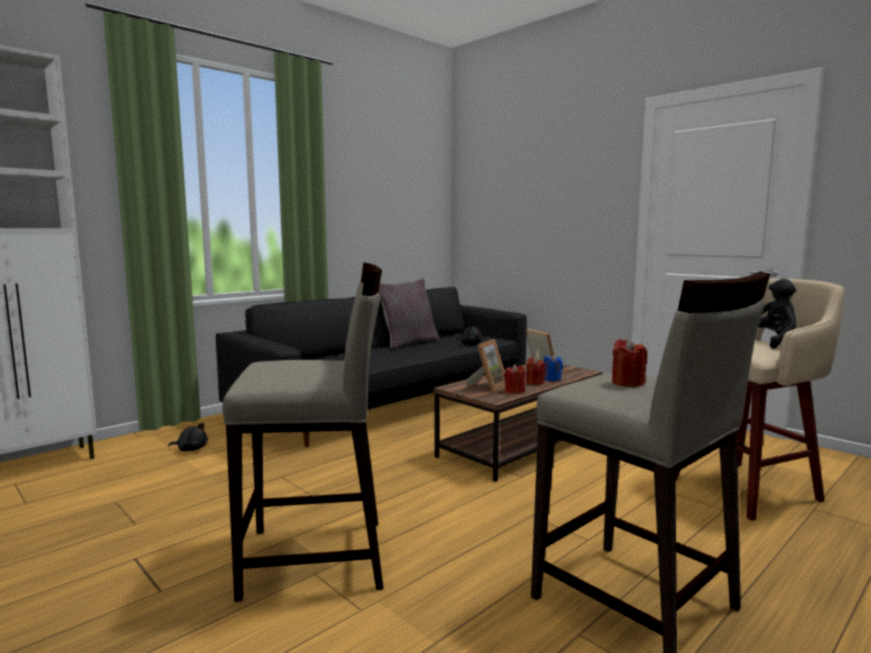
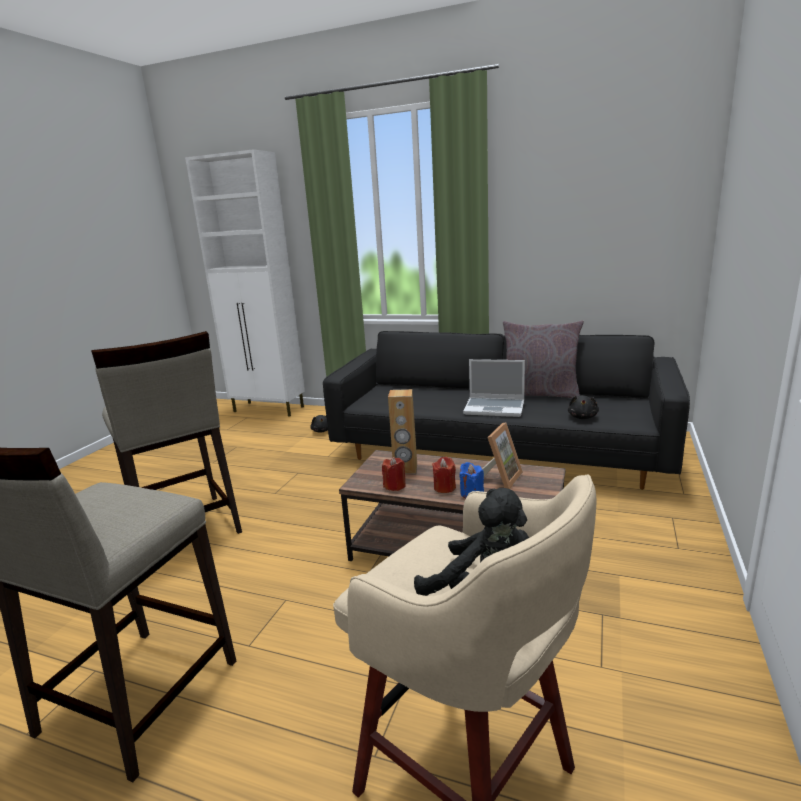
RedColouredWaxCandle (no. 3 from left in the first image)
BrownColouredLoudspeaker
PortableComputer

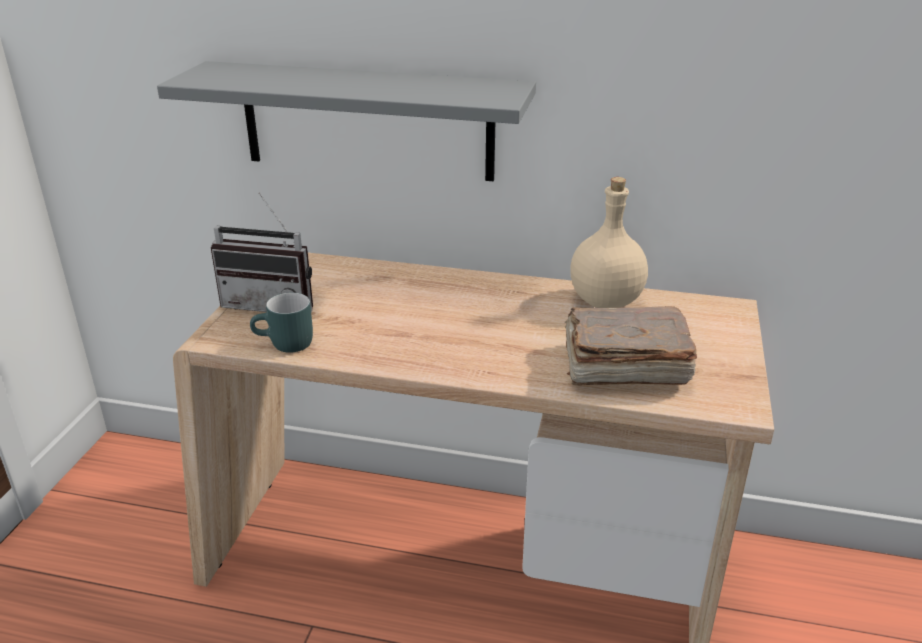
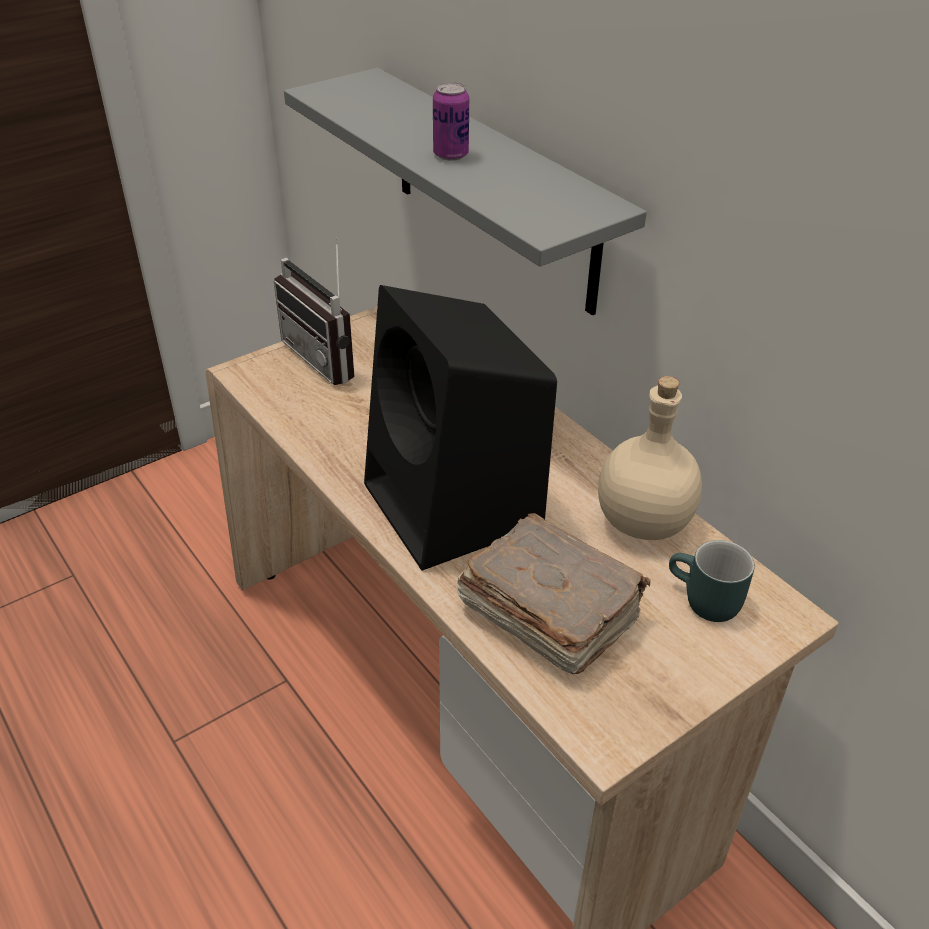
BlueGreenMug
Can
BlackishLoudspeaker

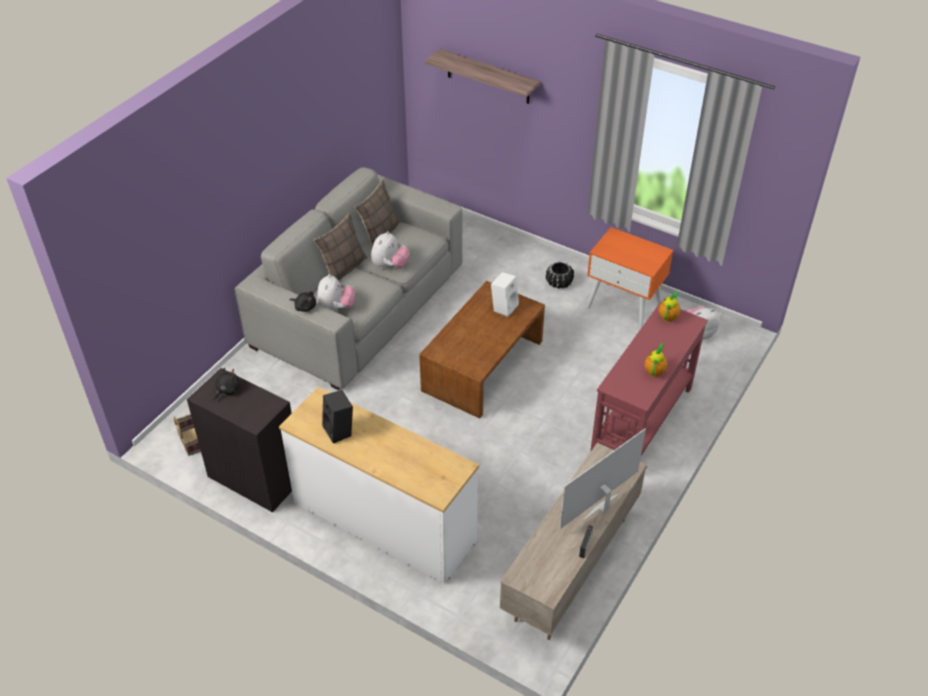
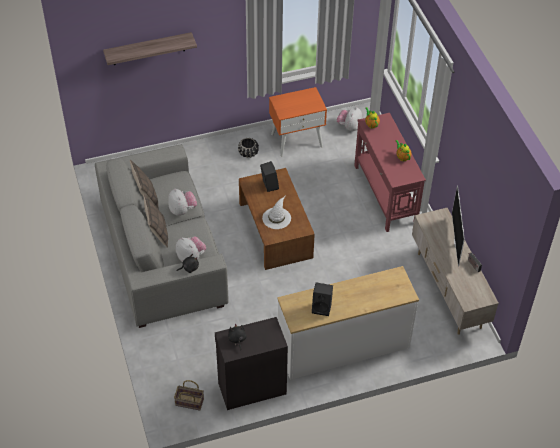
BlackishLoudspeaker (no. 1 from left)
WhiteColouredWearableHat

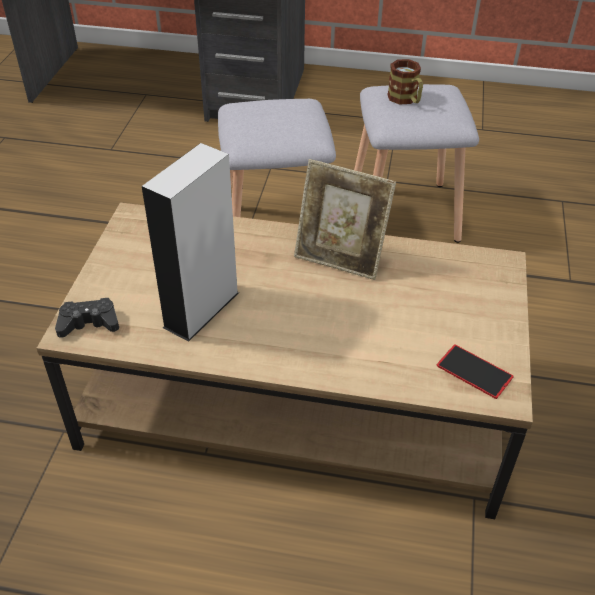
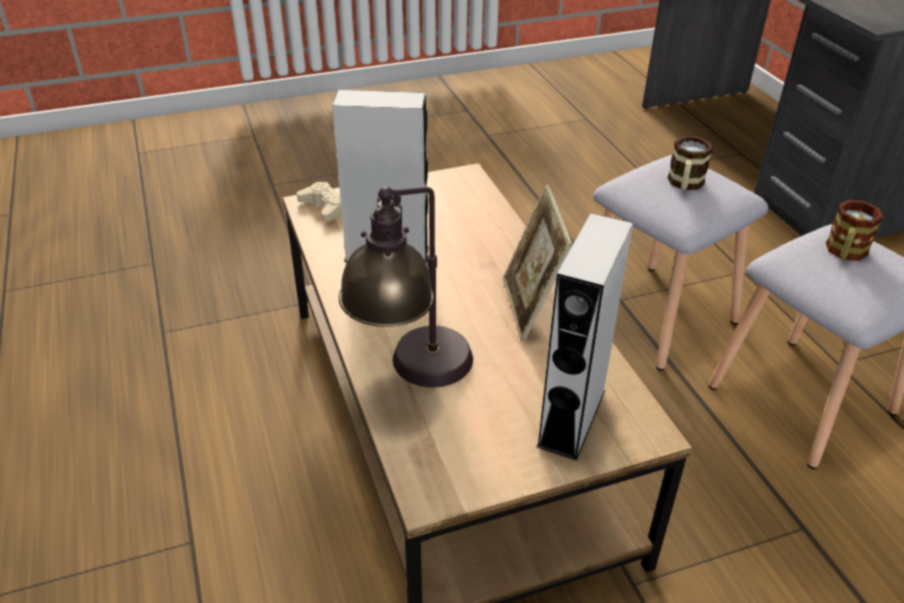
BeigeColouredGameController
Phone
Mug (no. 1 from left)
TableLamp
GreyishLoudspeaker (no. 2 from left)

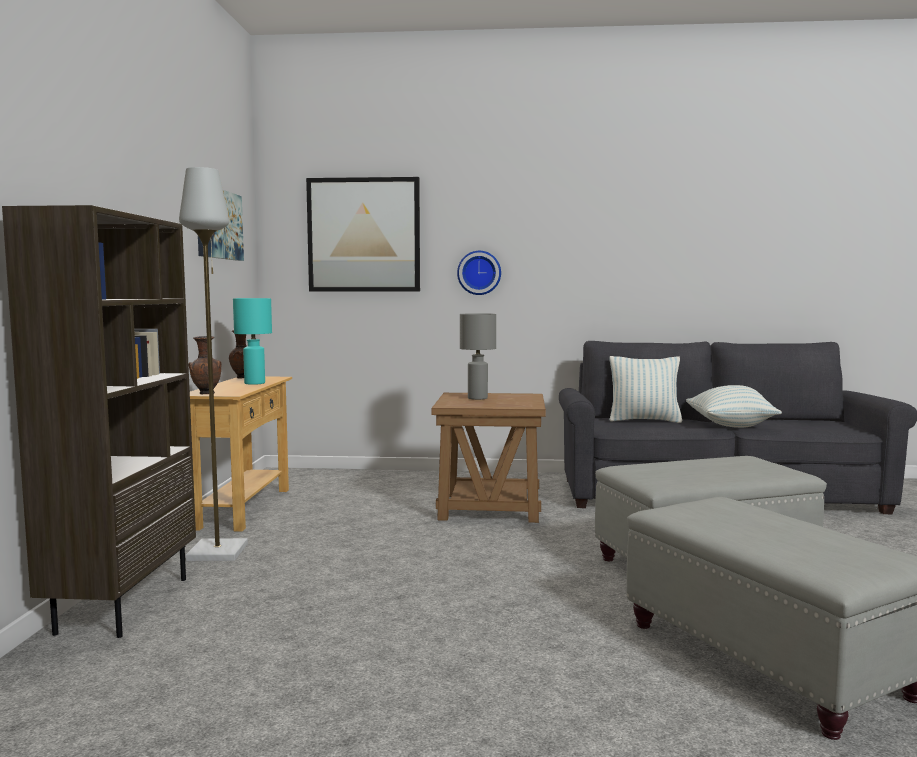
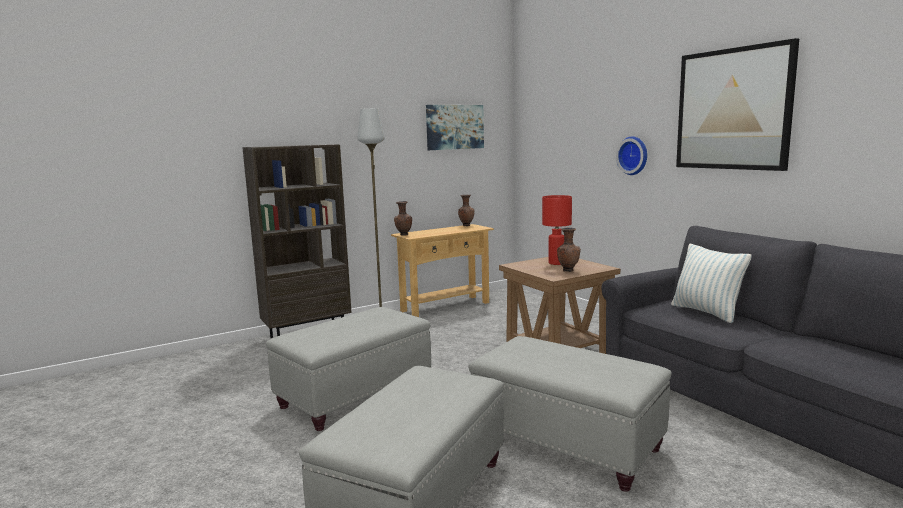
Picture (no. 2 from left)
BlueGreenTableLamp
RedColouredTableLamp
ThrowPillow (no. 2 from left in the first image)
BrownColouredFlowerVase (no. 3 from left)
GreyishPouffe (no. 1 from left)

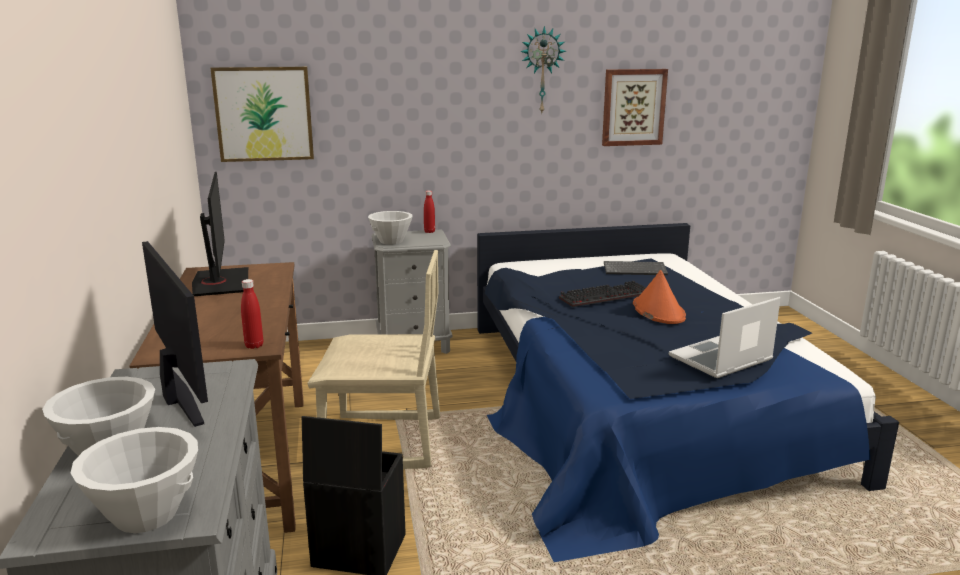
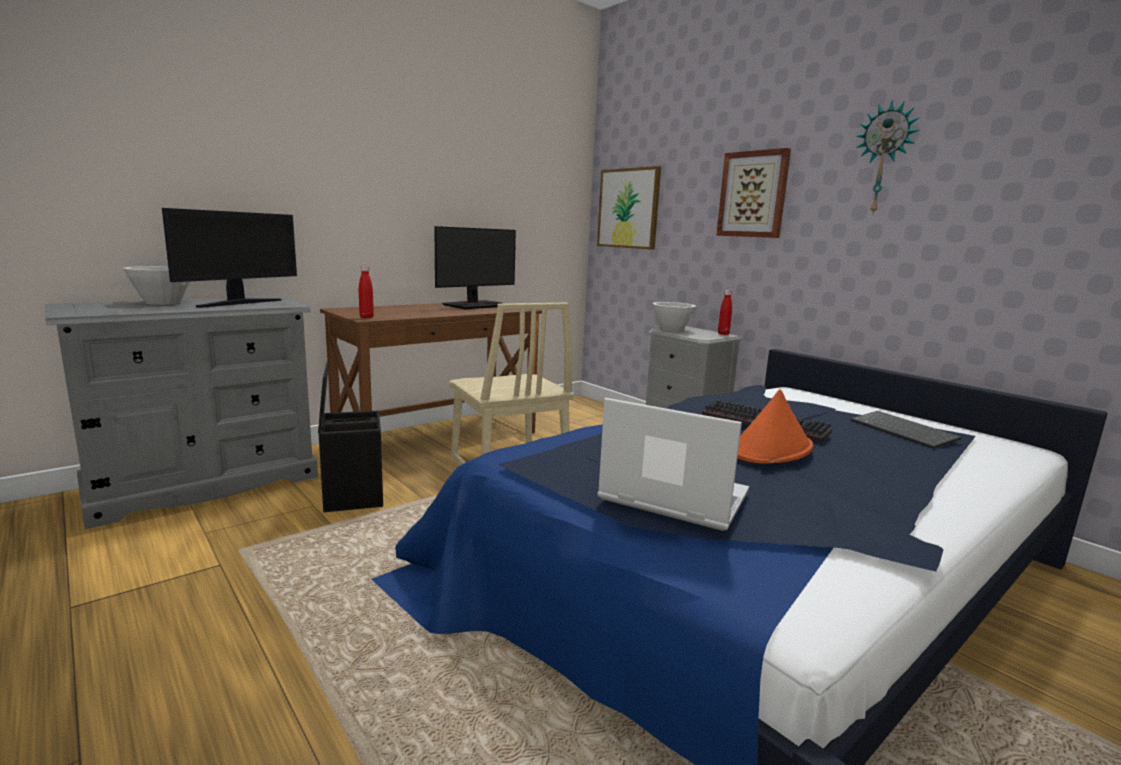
Picture (no. 2 from left)
WhiteColouredBowl (no. 2 from left in the first image)

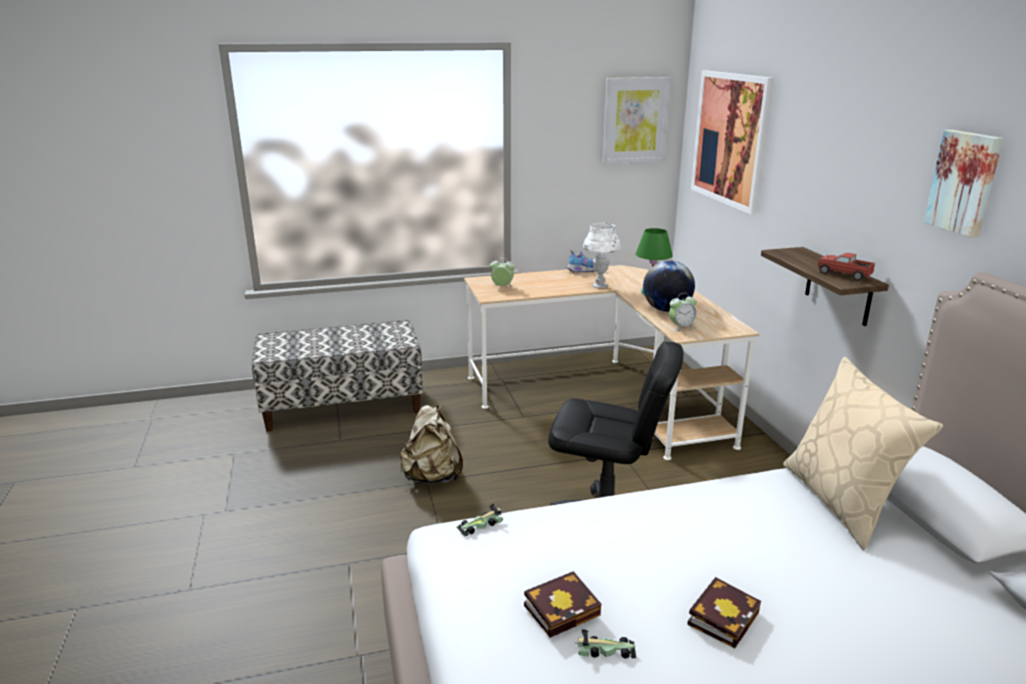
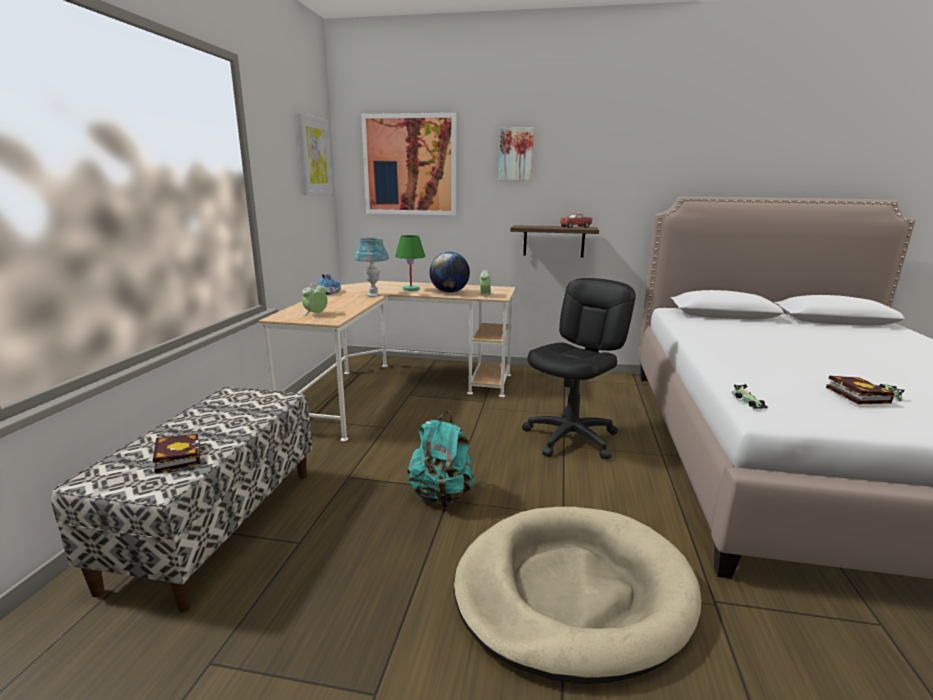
Picture (no. 3 from left)
BlueColouredTableLamp
BeigeColouredThrowPillow
BlueGreenKnapsack
Book (no. 1 from left)
BeigeColouredDogBed

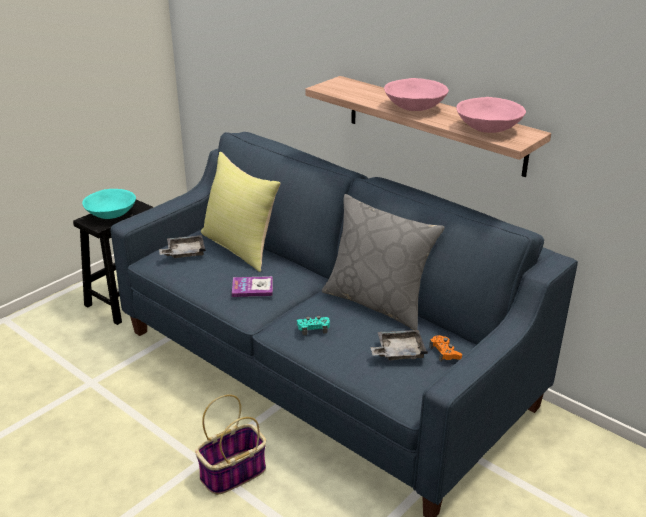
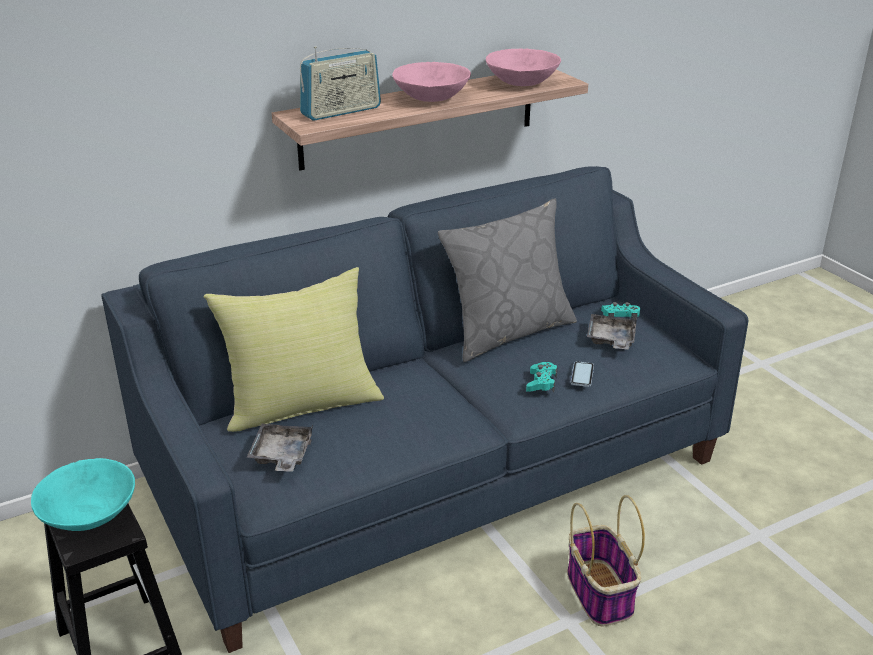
Book
BlueGreenGameController (no. 2 from left)
RadioSet
Phone

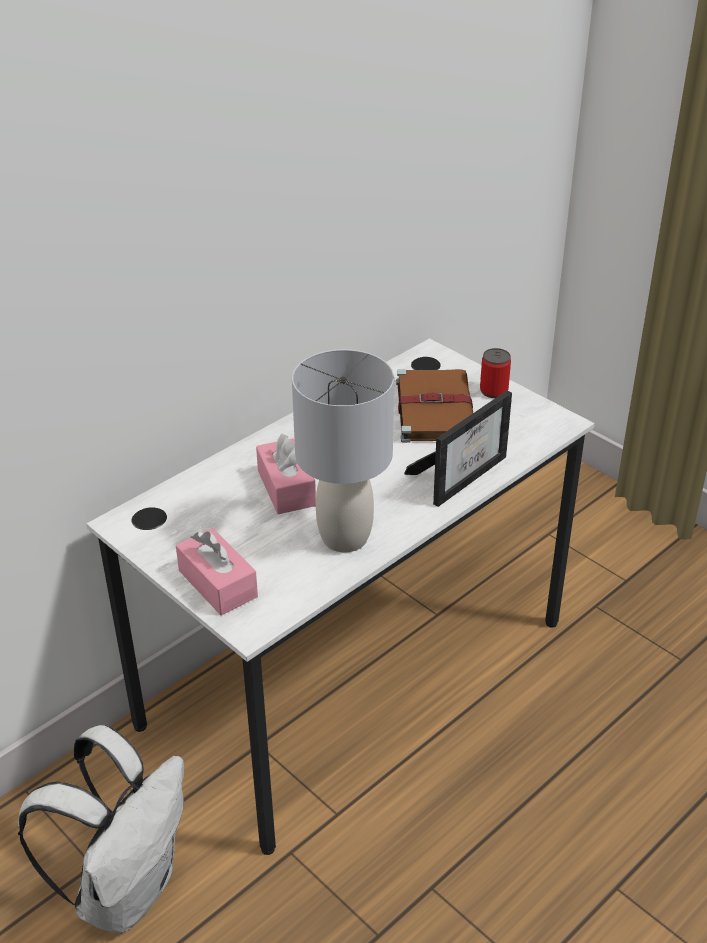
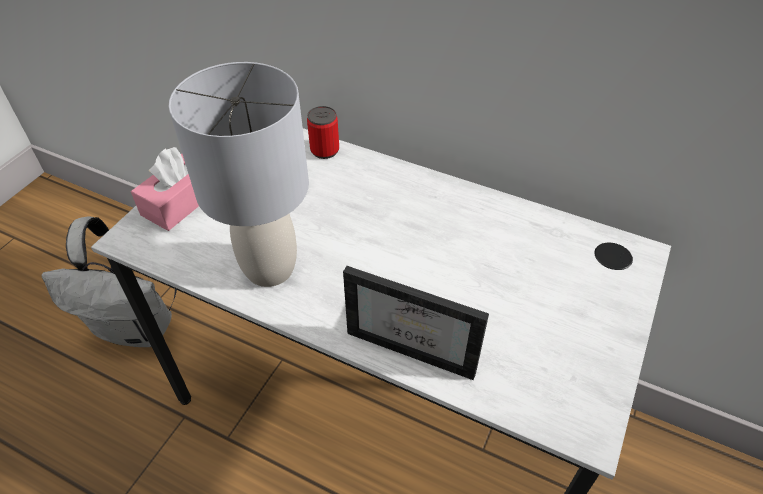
Can
BrownColouredBook
PinkishTissueBox (no. 2 from left in the first image)

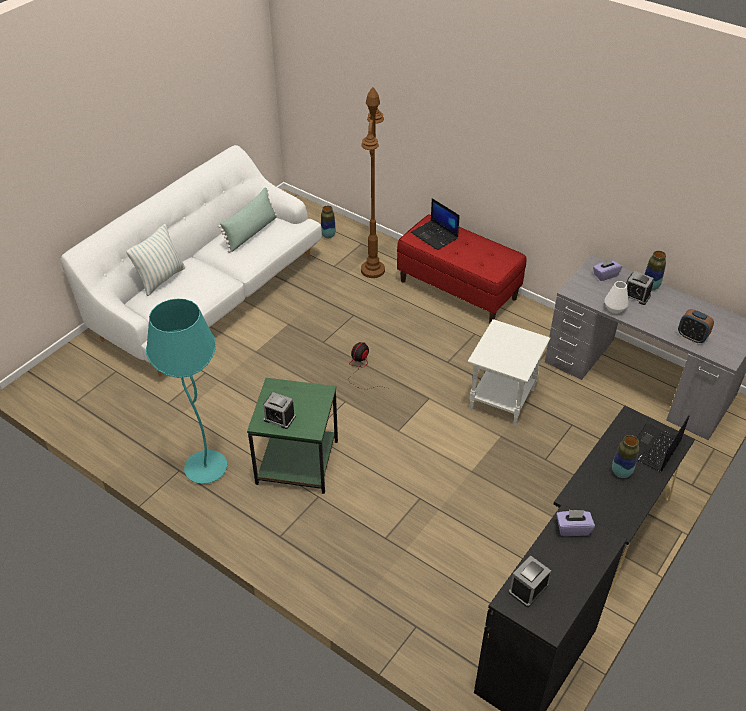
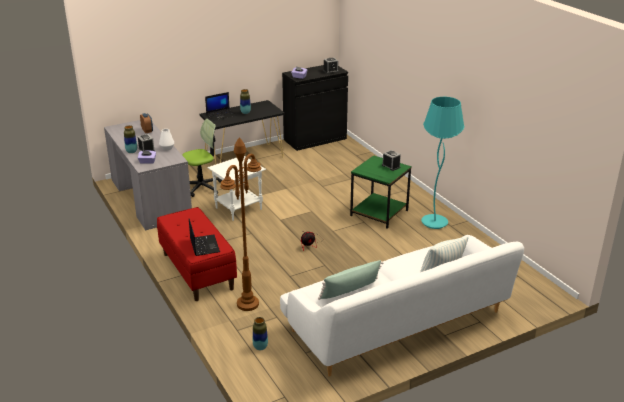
DeskChair

